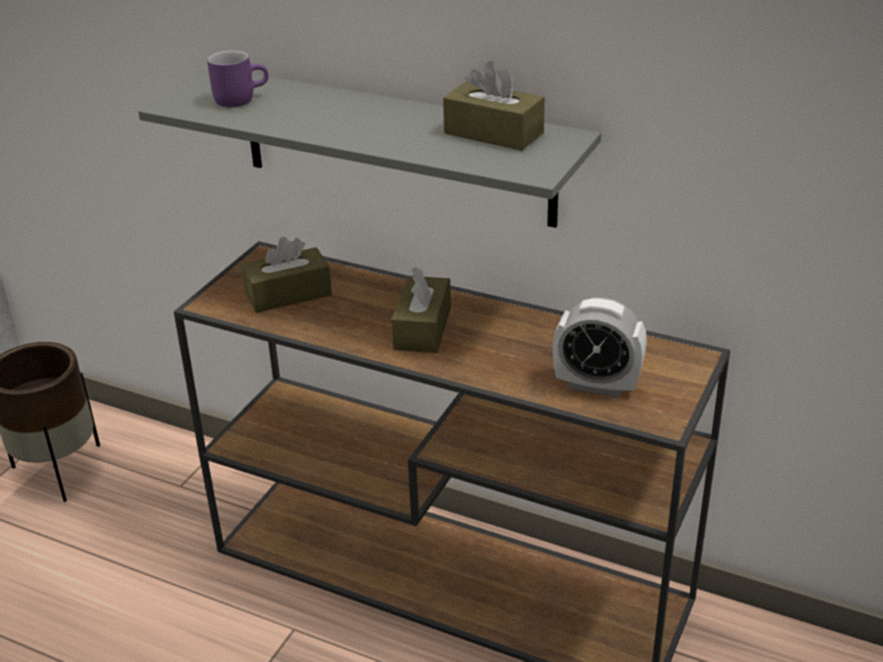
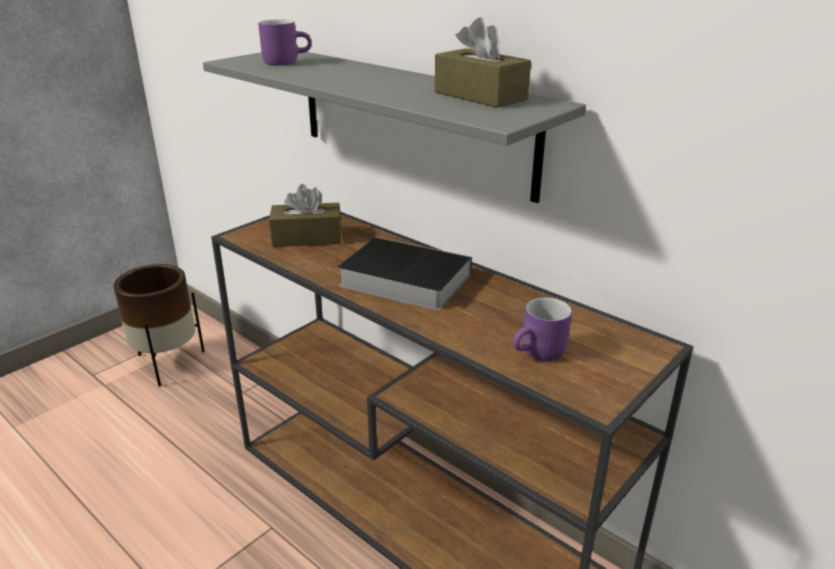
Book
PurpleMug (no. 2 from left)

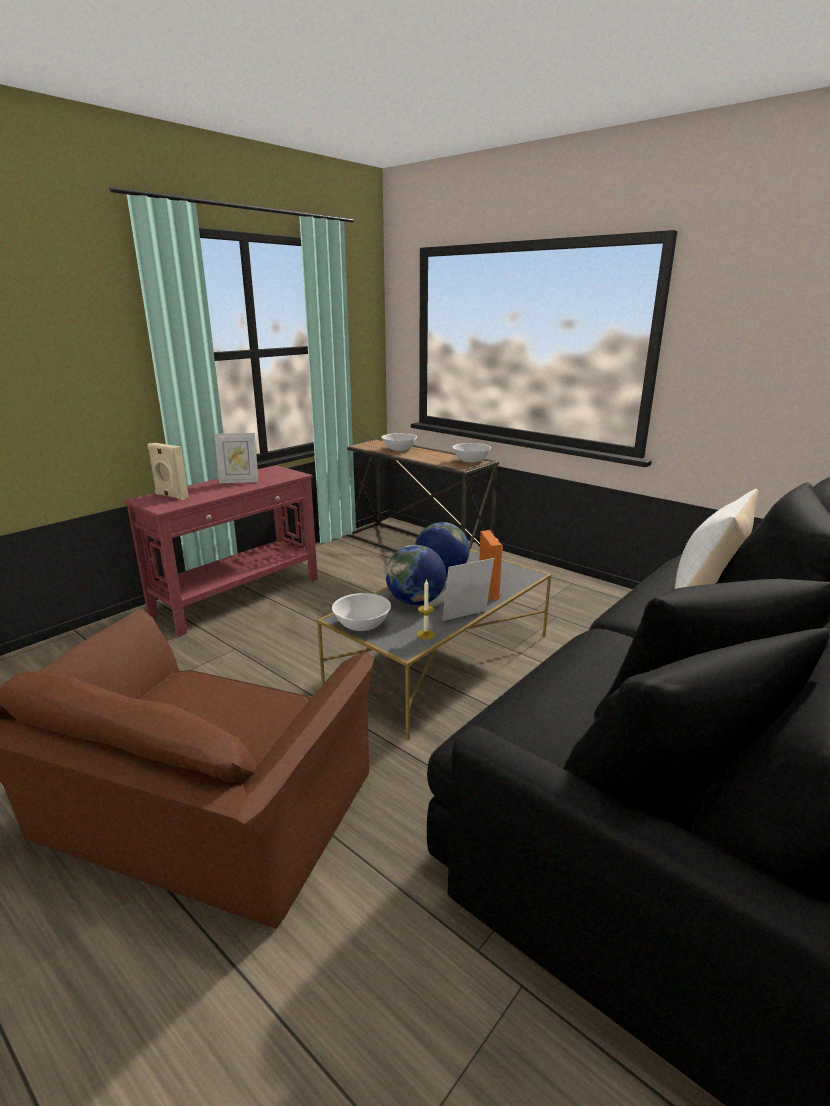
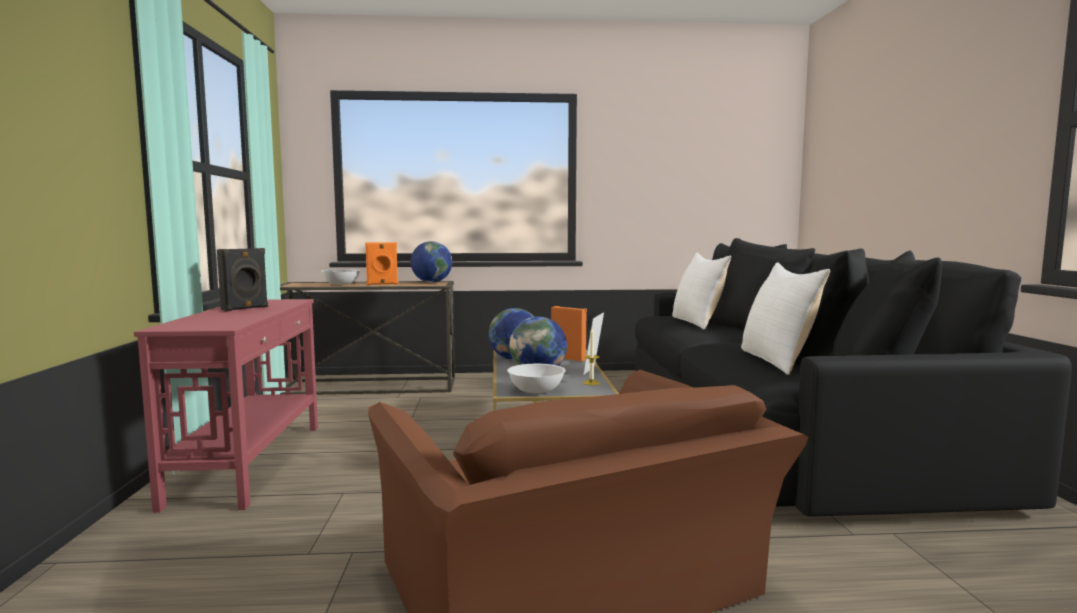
BlackishLoudspeaker
BeigeColouredLoudspeaker
DeskGlobe (no. 1 from left)
OrangeColouredLoudspeaker (no. 1 from left)
WhiteColouredThrowPillow (no. 2 from left)

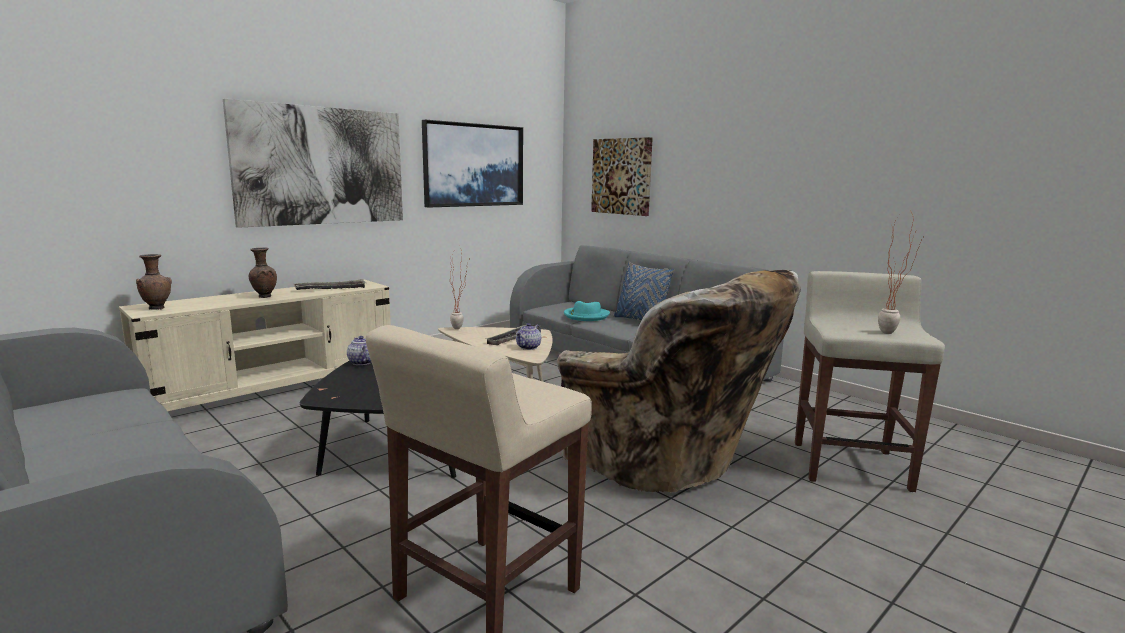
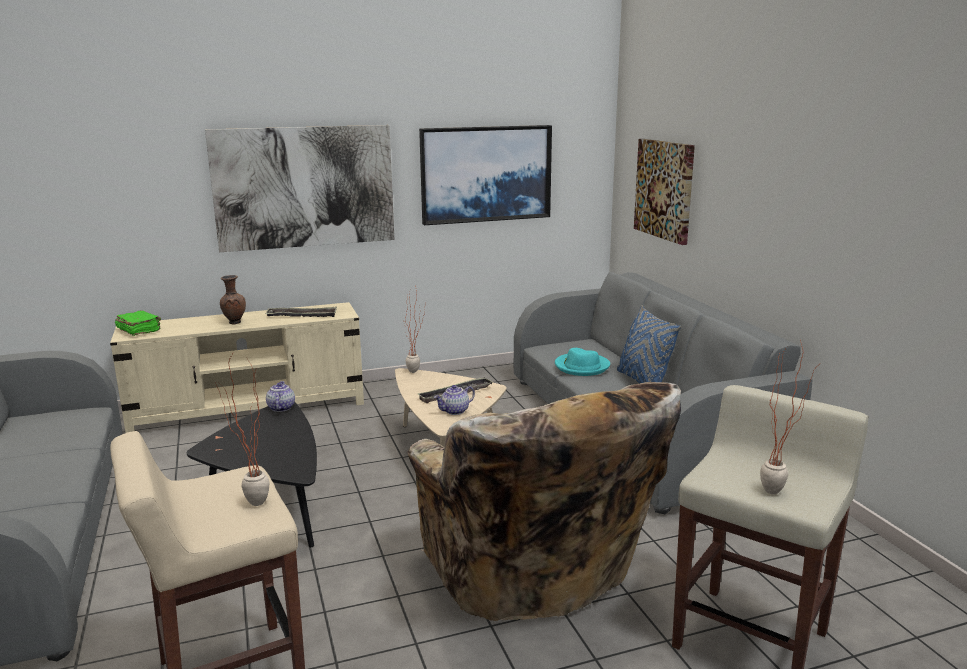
GreenColouredBook
PottedPlant (no. 1 from left)

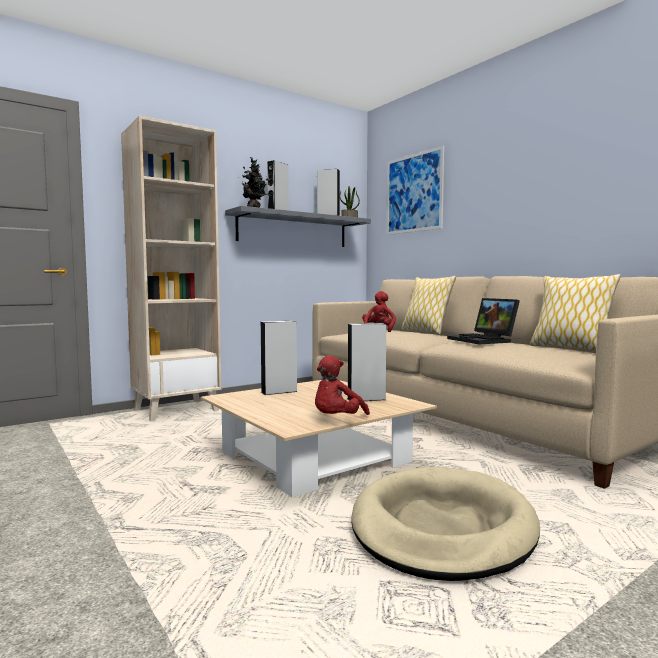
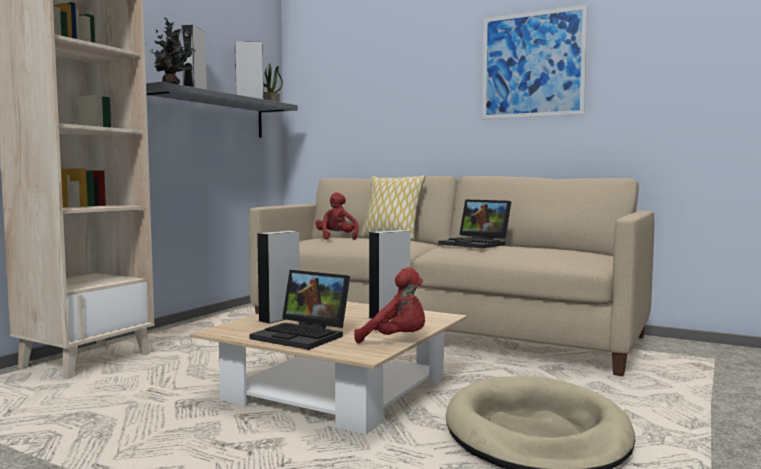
Picture
ThrowPillow (no. 2 from left in the first image)
RedColouredPlushToy (no. 2 from left)
PortableComputer (no. 1 from left)

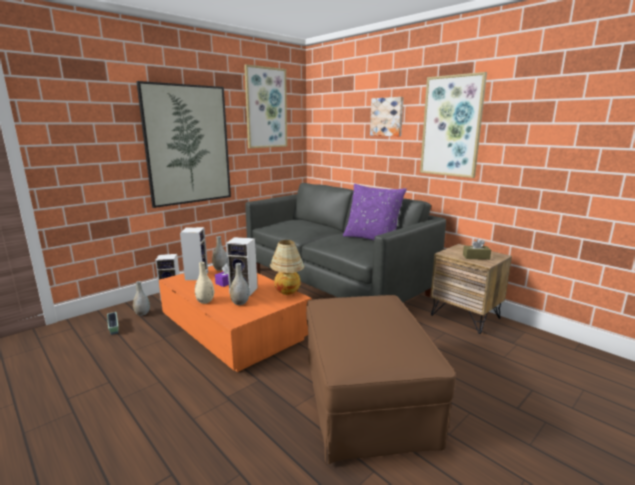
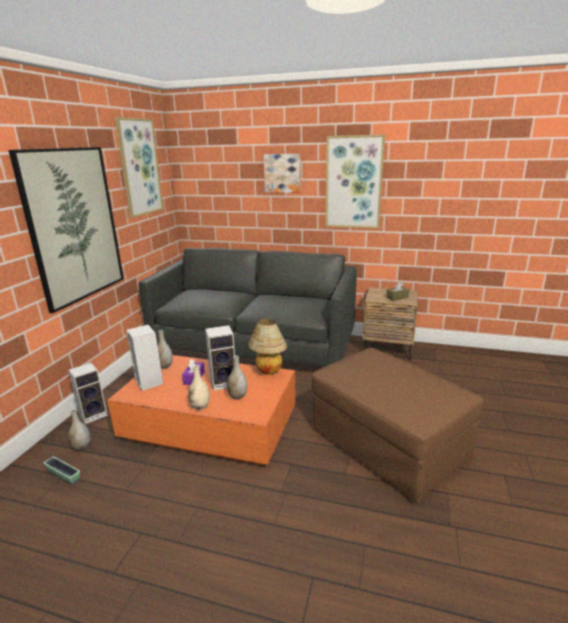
PurpleThrowPillow

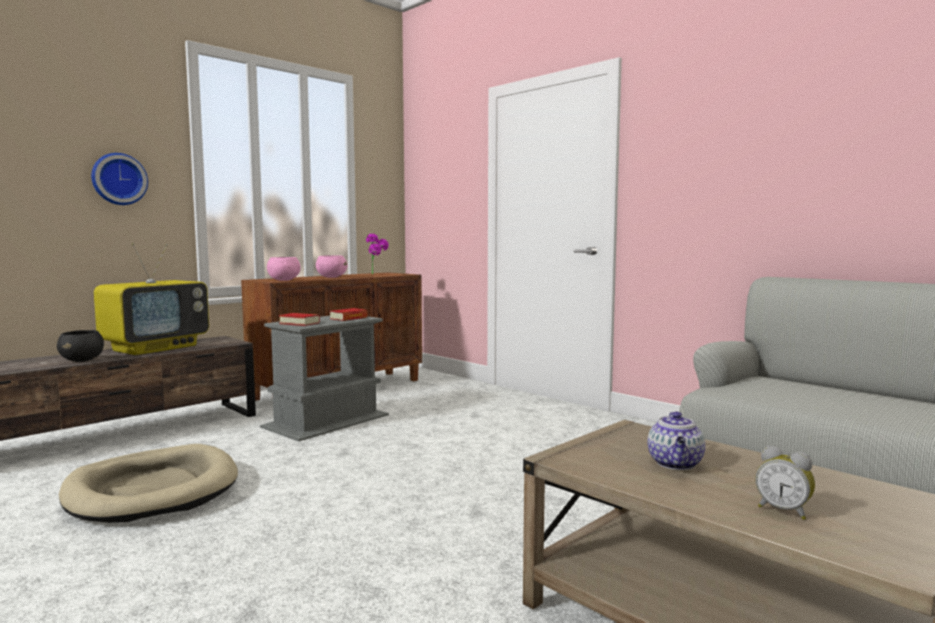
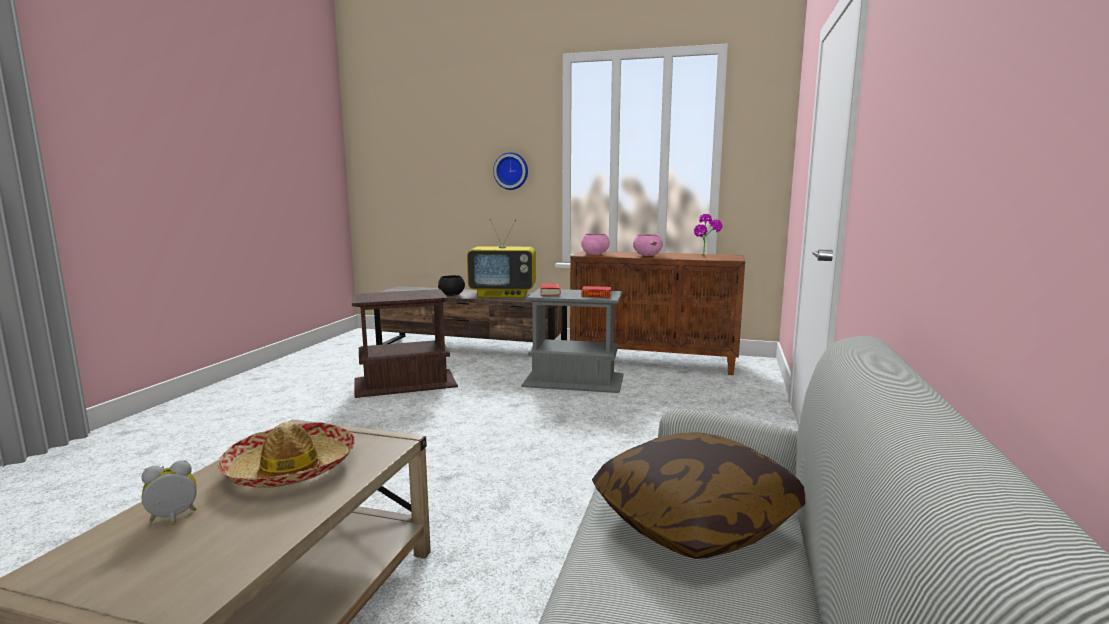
WearableHat
BrownColouredEndTable
AlarmClock
ThrowPillow

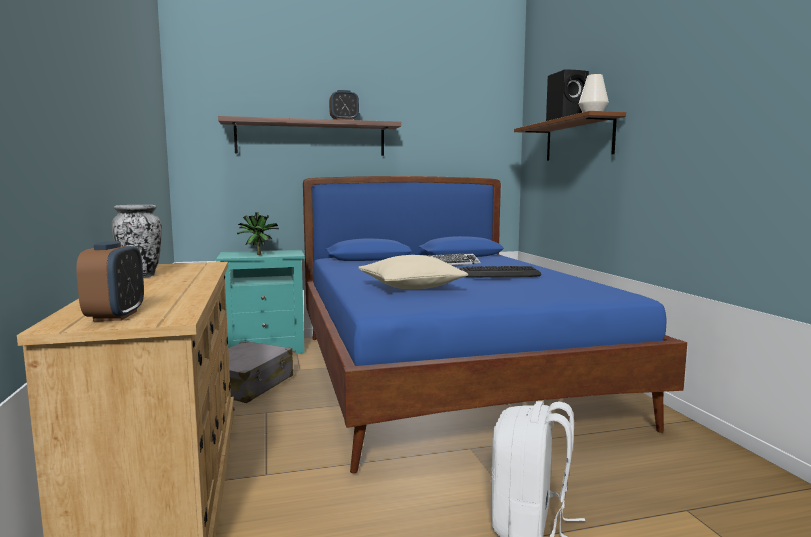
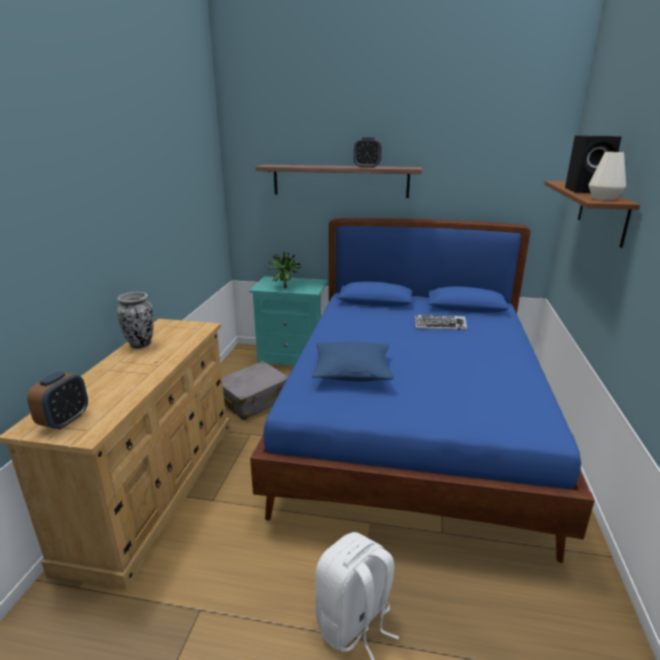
BlueColouredThrowPillow
ComputerKeyboard (no. 2 from left in the first image)

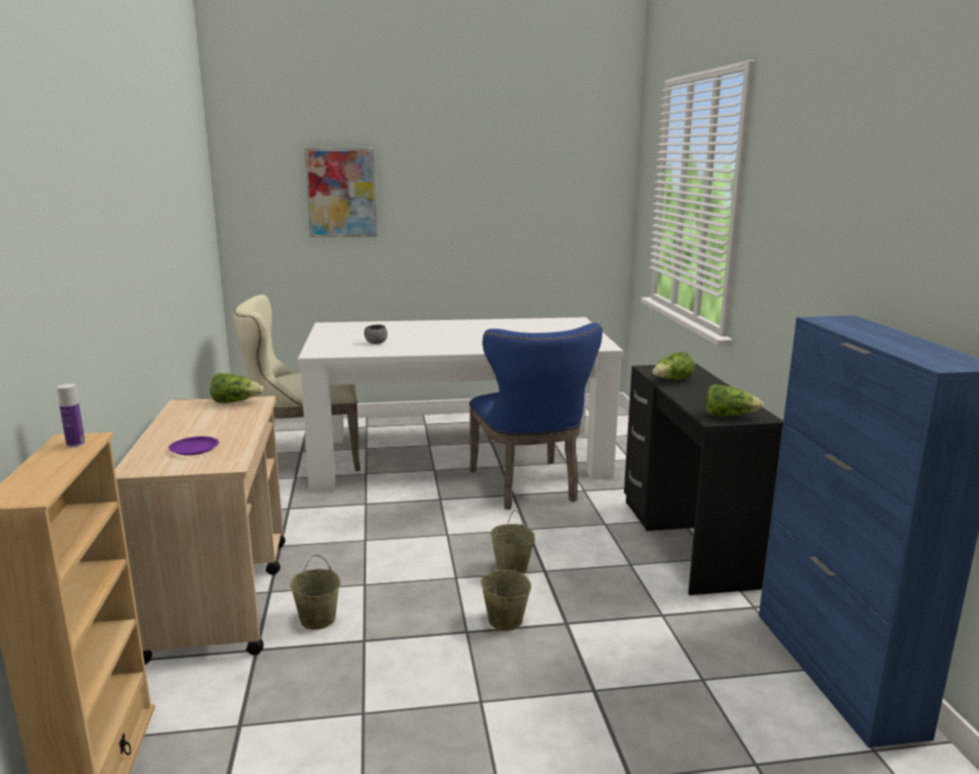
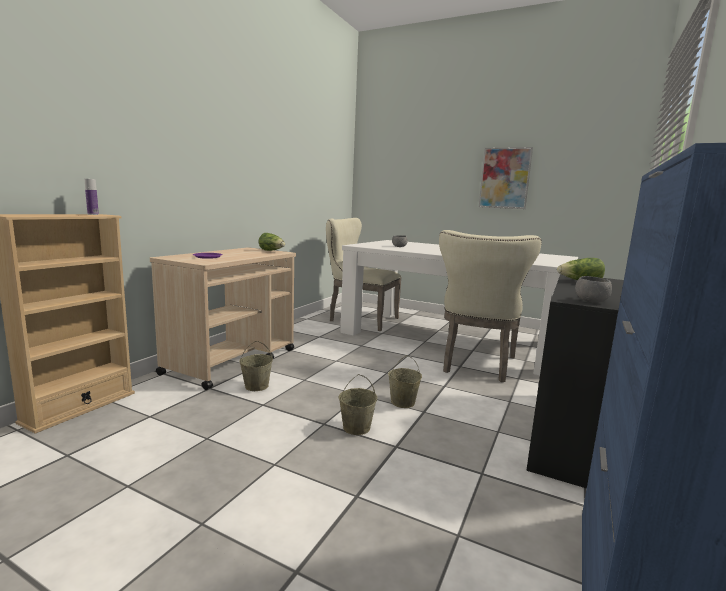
Picture
BeigeColouredChair (no. 2 from left)
GreyishBowl (no. 2 from left)

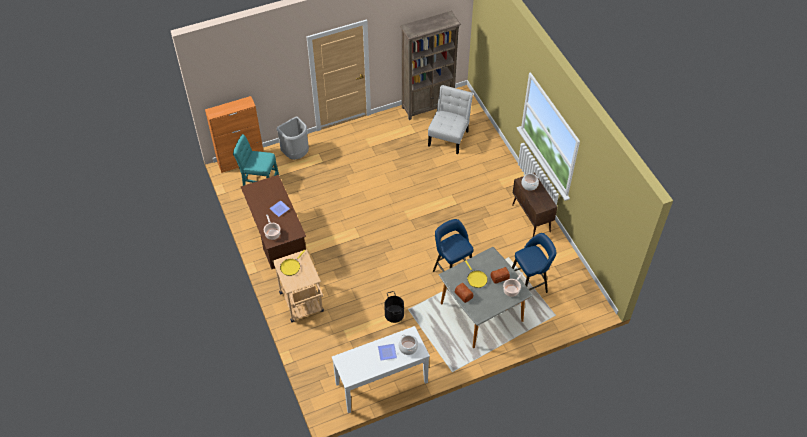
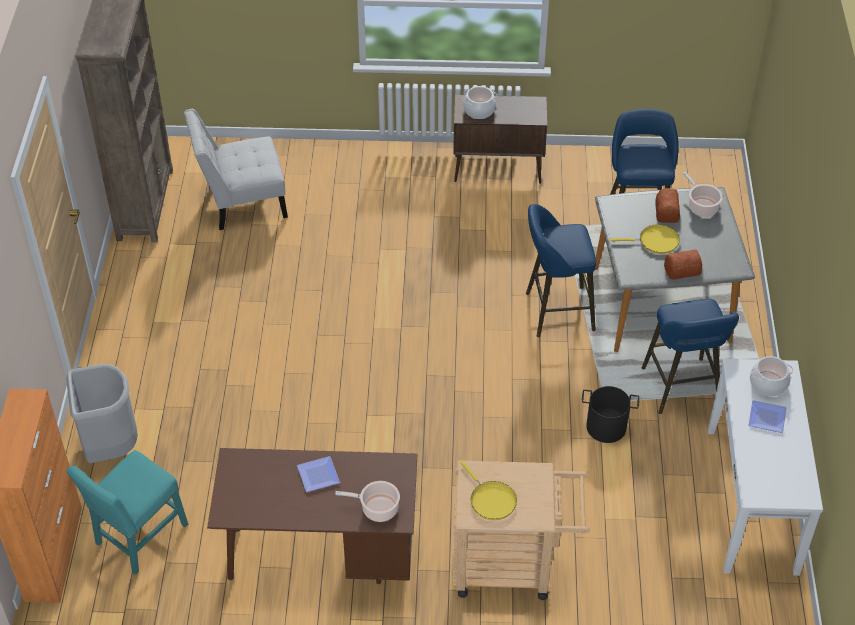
WhiteColouredChair
BlueColouredStool (no. 3 from left)

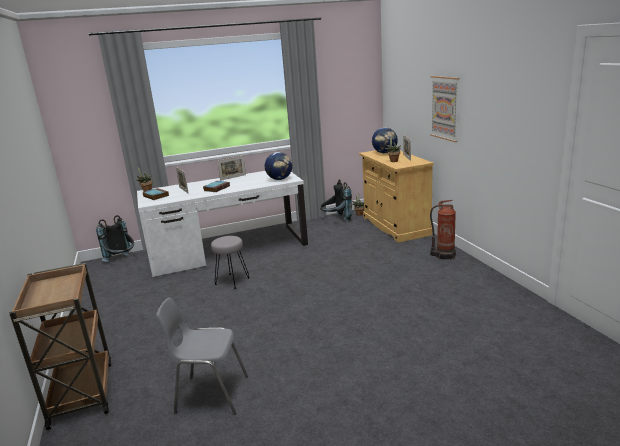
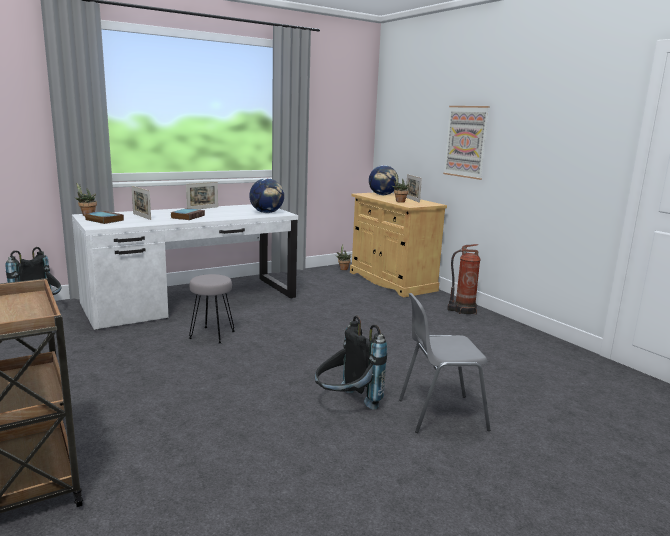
BlackishKnapsack (no. 2 from left)
GreyishChair

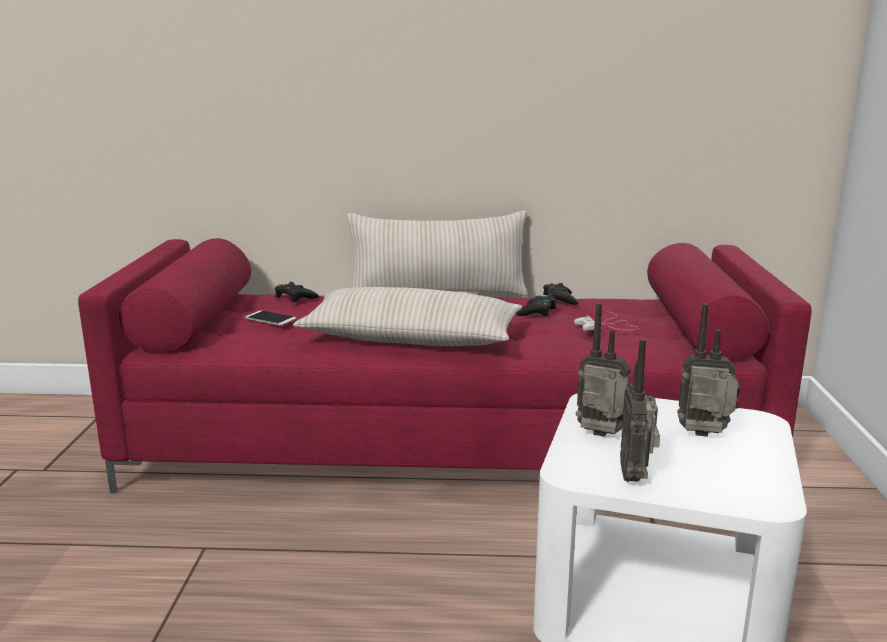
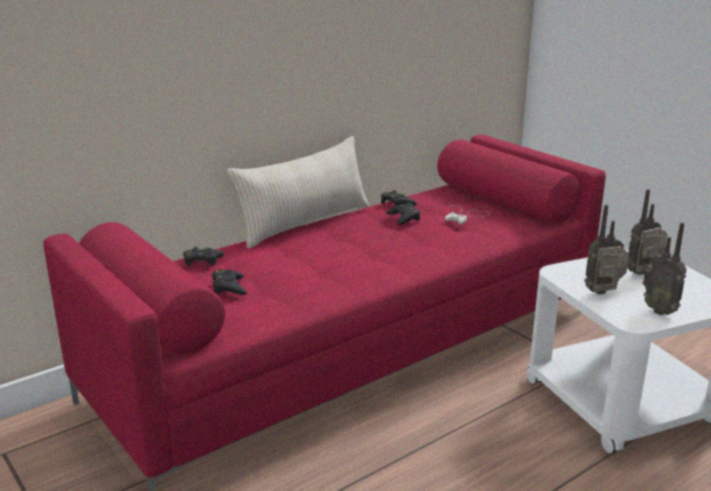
BeigeColouredThrowPillow (no. 1 from left in the first image)
BlackishGameController (no. 2 from left)

